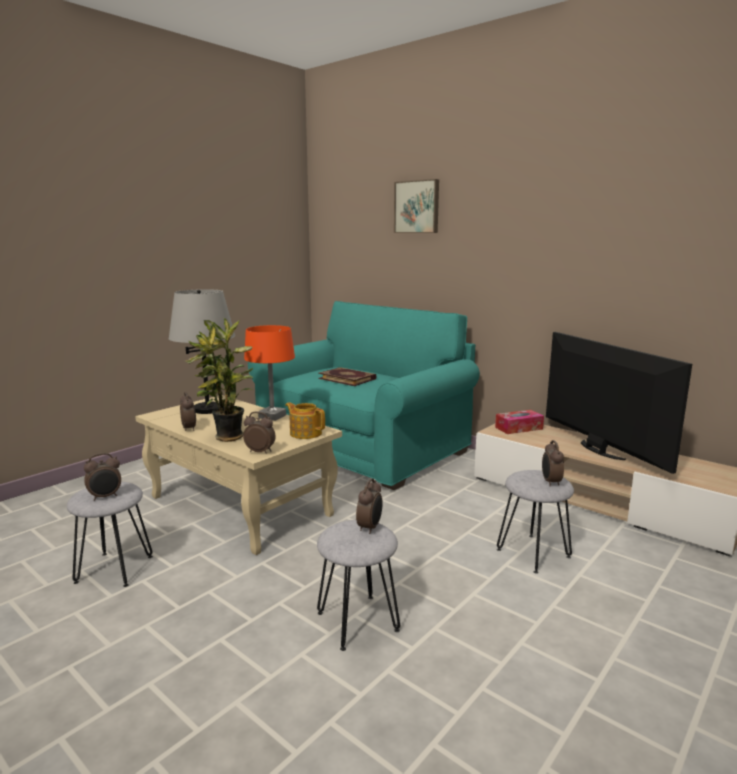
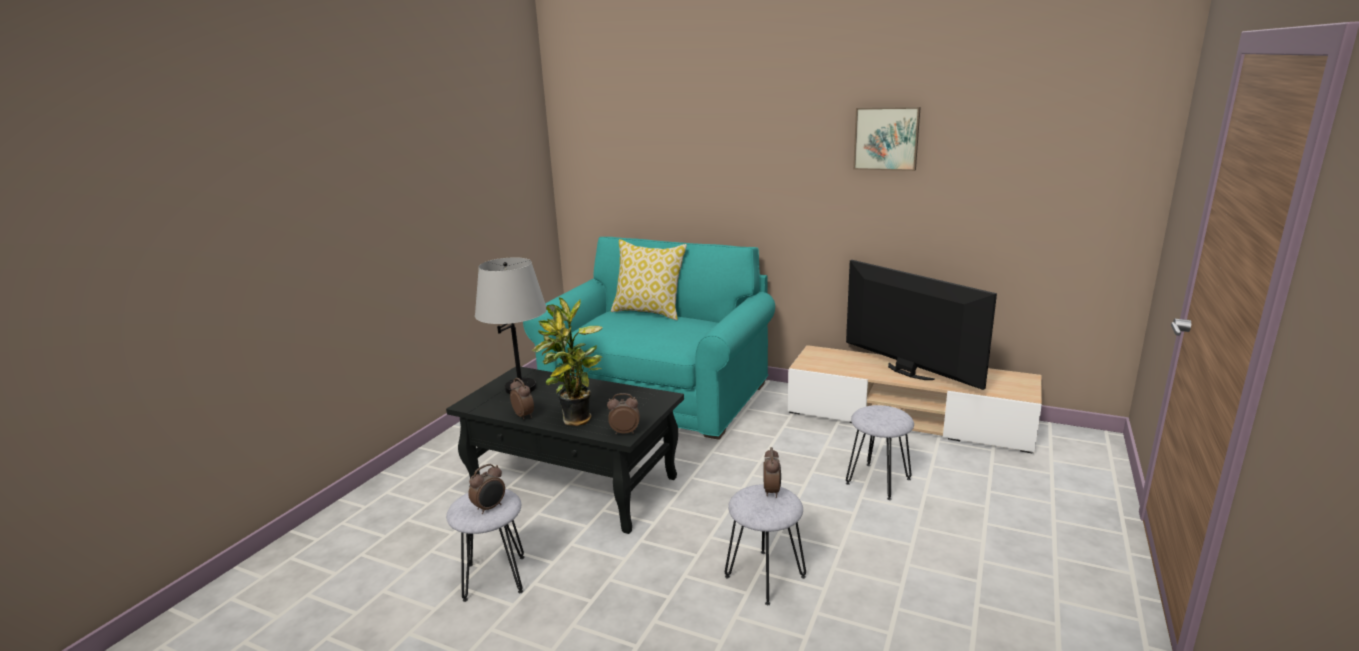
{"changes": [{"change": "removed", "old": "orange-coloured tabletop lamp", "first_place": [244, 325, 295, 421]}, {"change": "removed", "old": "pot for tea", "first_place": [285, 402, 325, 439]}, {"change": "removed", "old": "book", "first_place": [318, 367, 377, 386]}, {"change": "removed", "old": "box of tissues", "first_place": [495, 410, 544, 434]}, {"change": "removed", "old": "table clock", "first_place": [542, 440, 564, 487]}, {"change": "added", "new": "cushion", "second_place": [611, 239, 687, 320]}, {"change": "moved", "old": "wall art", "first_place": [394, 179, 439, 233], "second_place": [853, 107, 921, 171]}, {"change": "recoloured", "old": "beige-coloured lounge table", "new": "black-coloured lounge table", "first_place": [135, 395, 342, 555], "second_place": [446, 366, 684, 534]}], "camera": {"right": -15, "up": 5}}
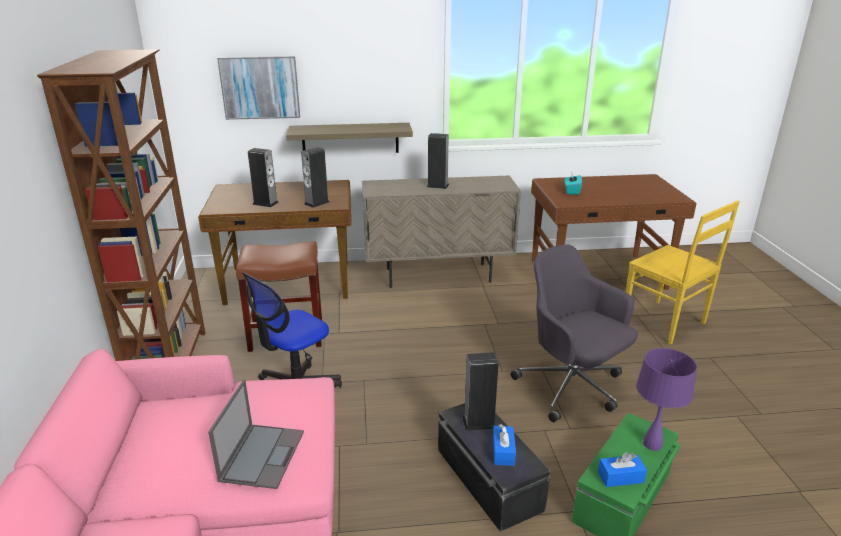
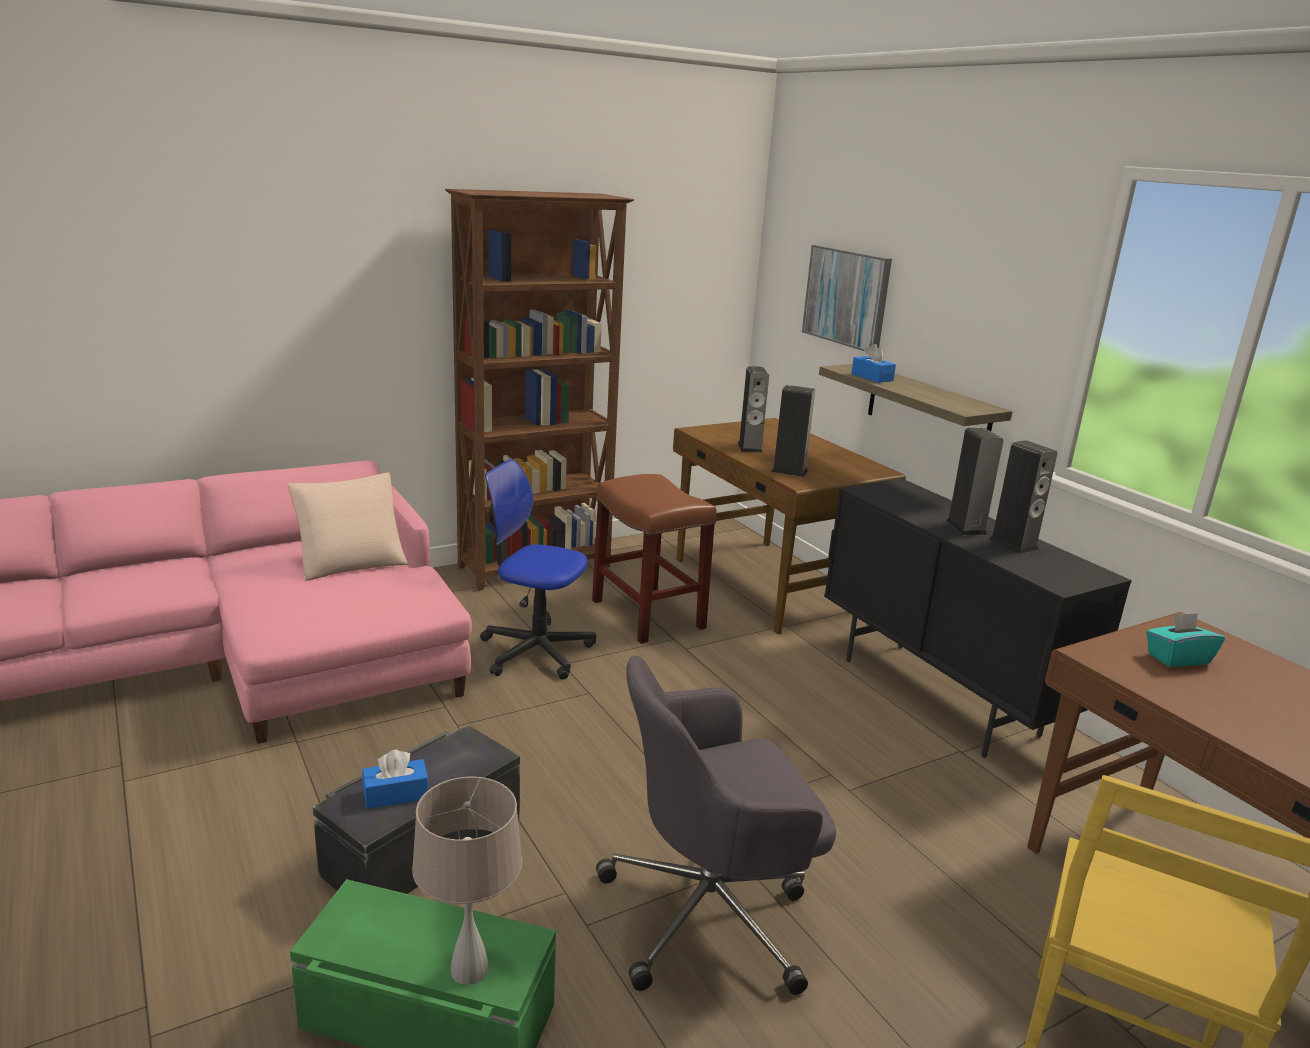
{"changes": [{"change": "removed", "old": "portable computer", "first_place": [208, 379, 304, 489]}, {"change": "added", "new": "beige-coloured cushion", "second_place": [288, 472, 408, 581]}, {"change": "moved", "old": "loudspeaker", "first_place": [462, 352, 498, 431], "second_place": [989, 440, 1057, 554]}, {"change": "moved", "old": "blue-coloured box of tissues", "first_place": [598, 452, 647, 487], "second_place": [851, 344, 896, 383]}, {"change": "recoloured", "old": "beige-coloured cupboard", "new": "black-coloured cupboard", "first_place": [362, 175, 521, 288], "second_place": [824, 478, 1132, 758]}, {"change": "recoloured", "old": "purplish tabletop lamp", "new": "beige-coloured tabletop lamp", "first_place": [636, 348, 697, 451], "second_place": [412, 777, 522, 985]}, {"change": "turned", "old": "greyish desk chair", "first_place": [511, 244, 638, 422], "second_place": [596, 656, 836, 995], "degrees": -135}], "camera": {"right": 65, "up": -5}}
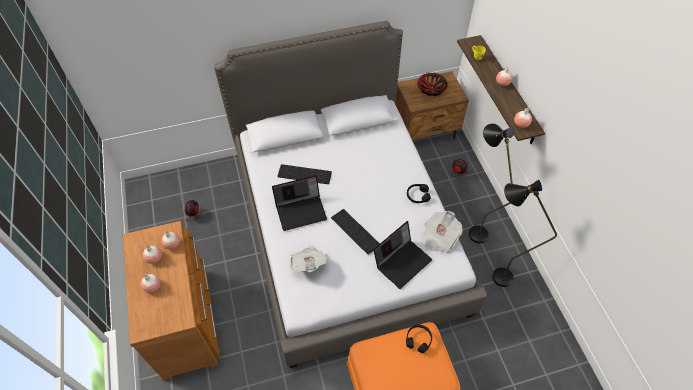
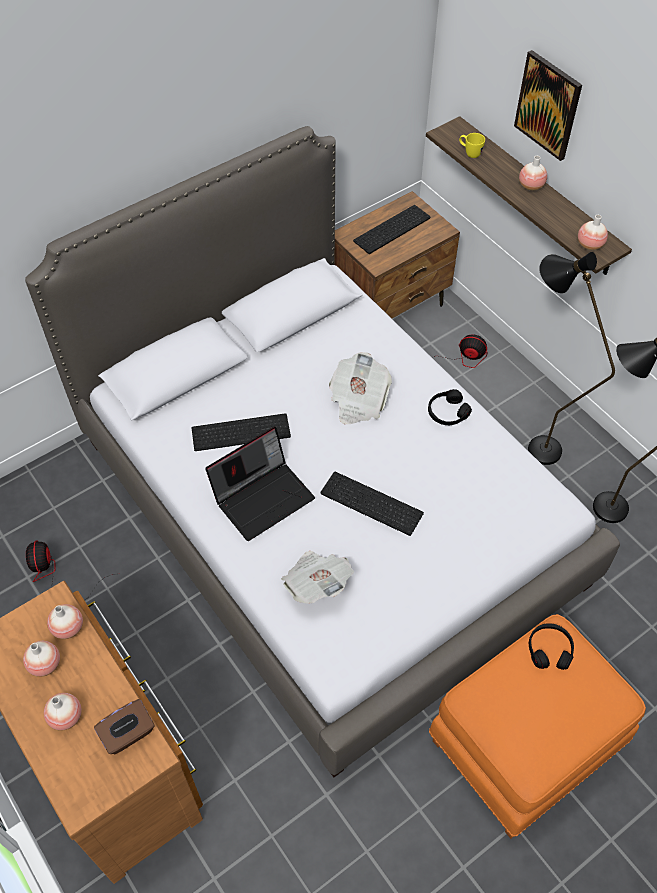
{"changes": [{"change": "removed", "old": "portable computer", "first_place": [373, 221, 432, 289]}, {"change": "added", "new": "brownish box of tissues", "second_place": [94, 699, 154, 754]}, {"change": "added", "new": "wall art", "second_place": [514, 50, 582, 161]}, {"change": "moved", "old": "printed paper", "first_place": [424, 211, 463, 253], "second_place": [329, 352, 392, 424]}, {"change": "replaced", "old": "deep dish", "new": "keyboard", "first_place": [417, 73, 448, 96], "second_place": [353, 205, 431, 254]}], "camera": {"right": -20, "up": 0}}
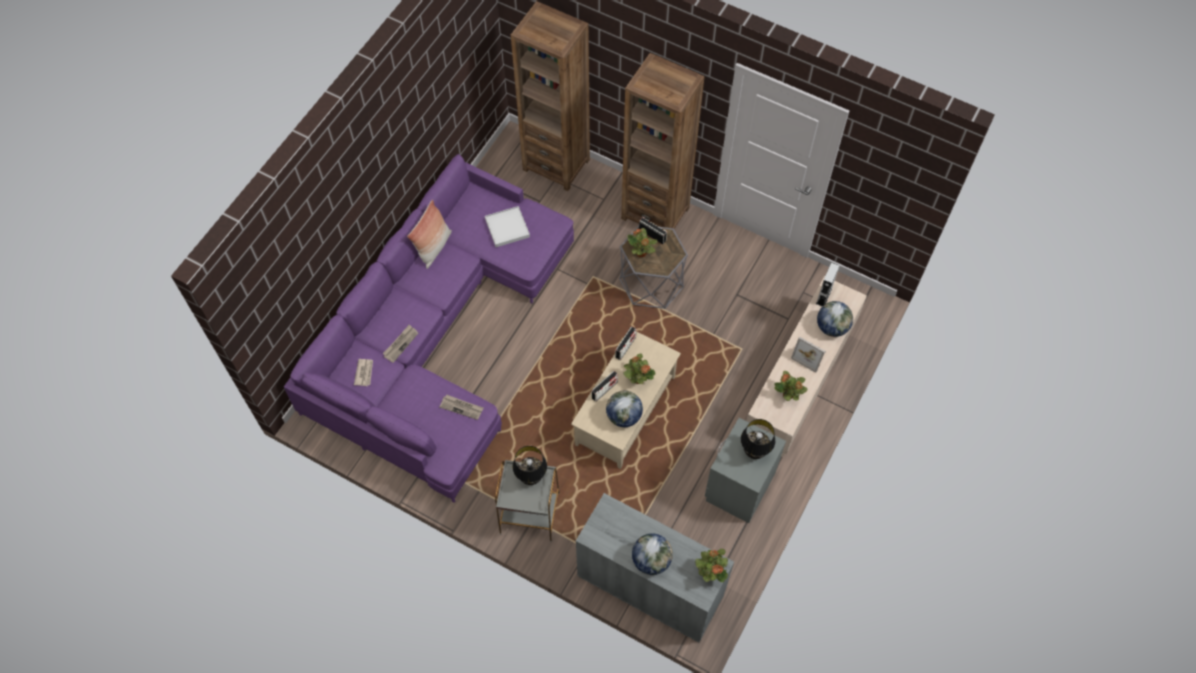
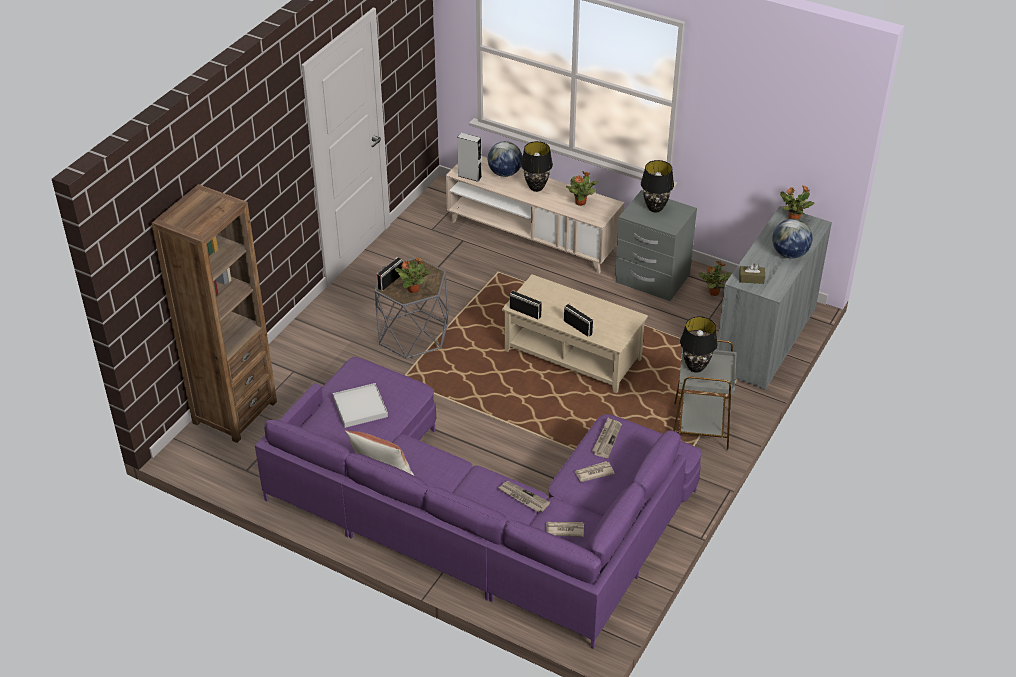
{"changes": [{"change": "removed", "old": "desk globe", "first_place": [606, 391, 643, 427]}, {"change": "removed", "old": "brownish shelving unit", "first_place": [621, 53, 705, 229]}, {"change": "added", "new": "printed paper", "second_place": [575, 461, 615, 482]}, {"change": "added", "new": "brownish box of tissues", "second_place": [739, 263, 765, 284]}, {"change": "moved", "old": "potted plant", "first_place": [623, 353, 656, 384], "second_place": [699, 261, 732, 296]}, {"change": "replaced", "old": "photo frame", "new": "black-coloured tabletop lamp", "first_place": [791, 337, 826, 373], "second_place": [521, 141, 553, 192]}], "camera": {"right": -90, "up": -20}}
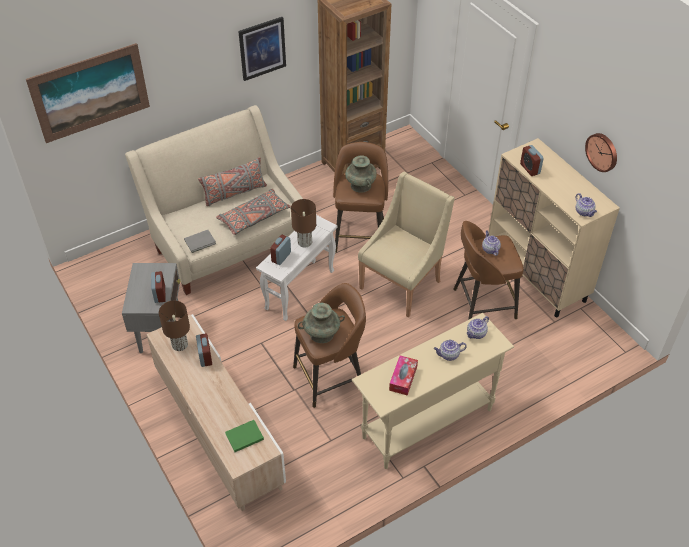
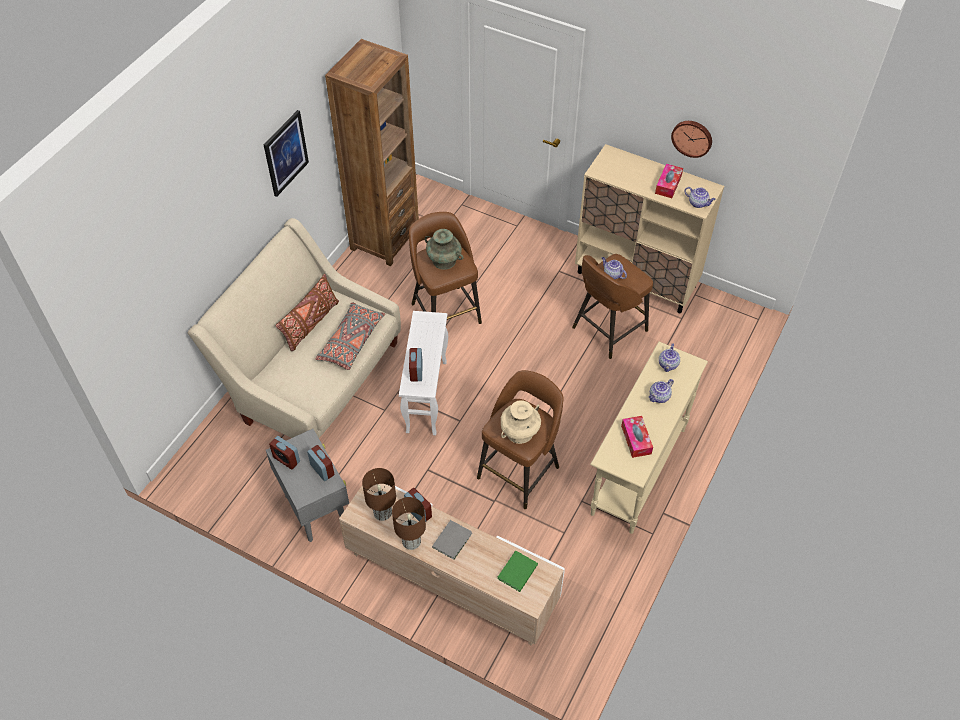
{"changes": [{"change": "removed", "old": "wall art", "first_place": [26, 43, 150, 143]}, {"change": "removed", "old": "beige-coloured easy chair", "first_place": [358, 172, 455, 317]}, {"change": "added", "new": "box of tissues", "second_place": [655, 164, 683, 198]}, {"change": "moved", "old": "greyish book", "first_place": [184, 230, 216, 253], "second_place": [432, 520, 472, 560]}, {"change": "moved", "old": "brownish tabletop lamp", "first_place": [291, 199, 316, 248], "second_place": [392, 497, 426, 550]}, {"change": "moved", "old": "table clock", "first_place": [520, 145, 544, 176], "second_place": [269, 436, 300, 469]}, {"change": "recoloured", "old": "greyish cushion", "new": "brownish cushion", "first_place": [198, 157, 267, 206], "second_place": [276, 274, 339, 351]}, {"change": "recoloured", "old": "blue-green vase", "new": "beige-coloured vase", "first_place": [298, 303, 345, 343], "second_place": [501, 400, 541, 444]}], "camera": {"right": -30, "up": 5}}
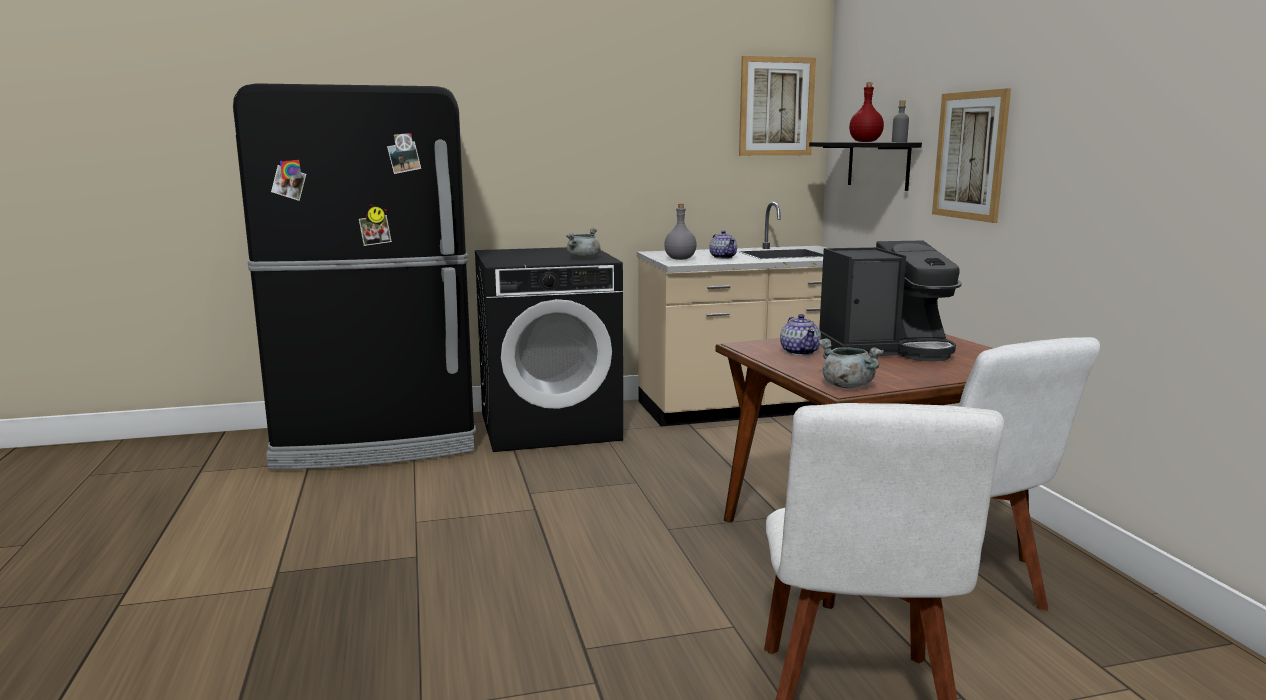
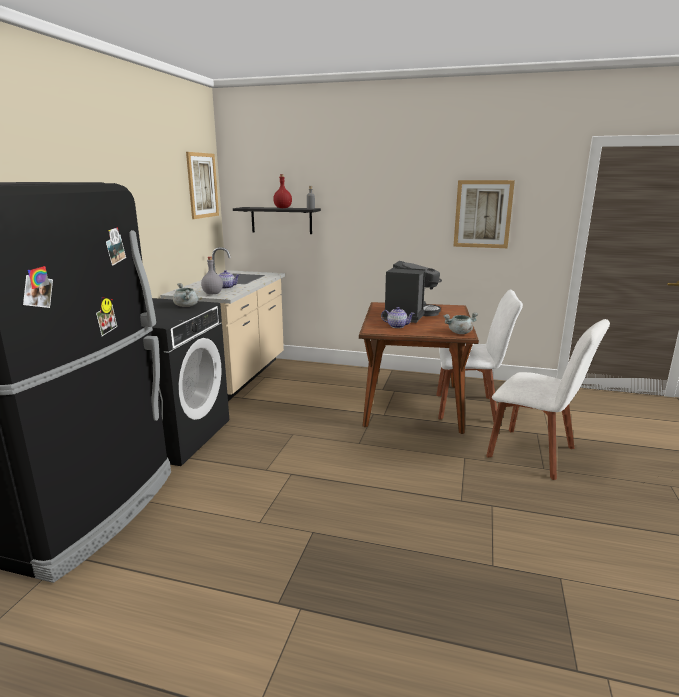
{"changes": [{"change": "moved", "old": "wall art", "first_place": [932, 88, 1011, 223], "second_place": [453, 180, 515, 248]}], "camera": {"right": -60, "up": 5}}
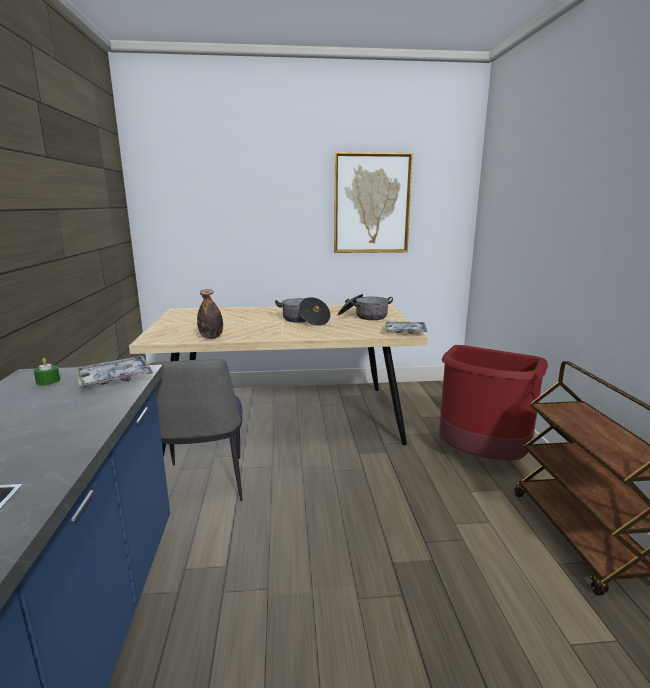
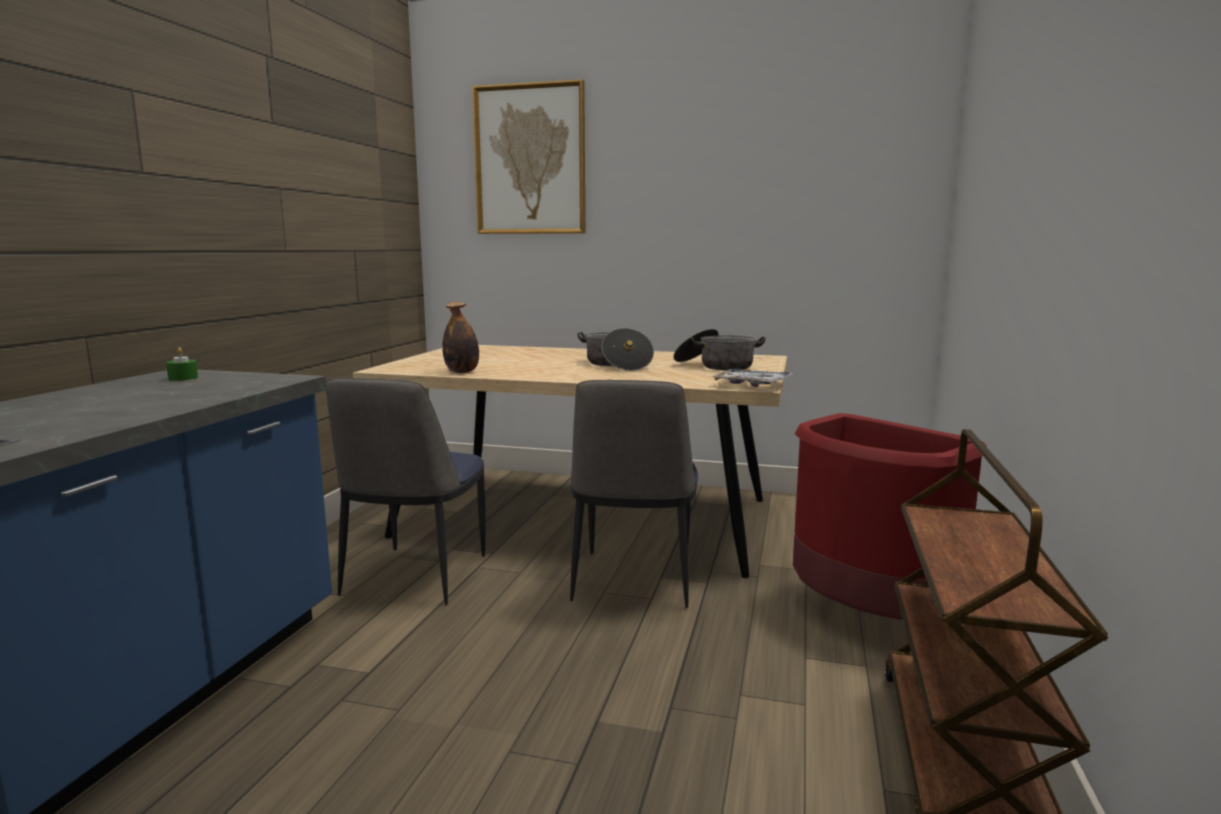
{"changes": [{"change": "removed", "old": "tray", "first_place": [76, 356, 154, 387]}, {"change": "added", "new": "upright chair", "second_place": [570, 380, 698, 608]}, {"change": "moved", "old": "wall art", "first_place": [334, 152, 413, 253], "second_place": [472, 79, 585, 234]}], "camera": {"right": 20, "up": -5}}
